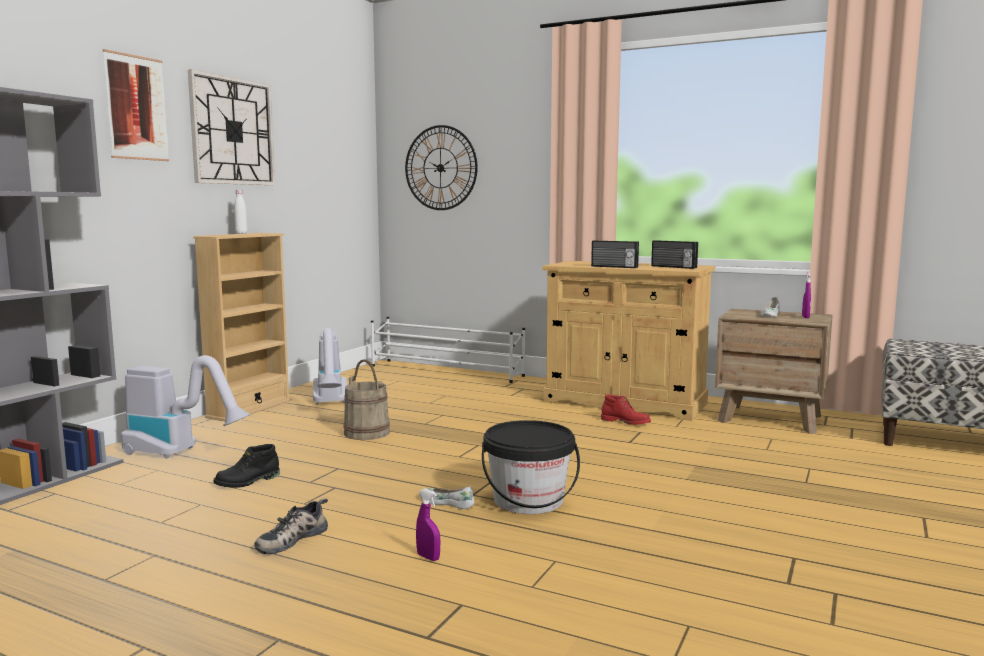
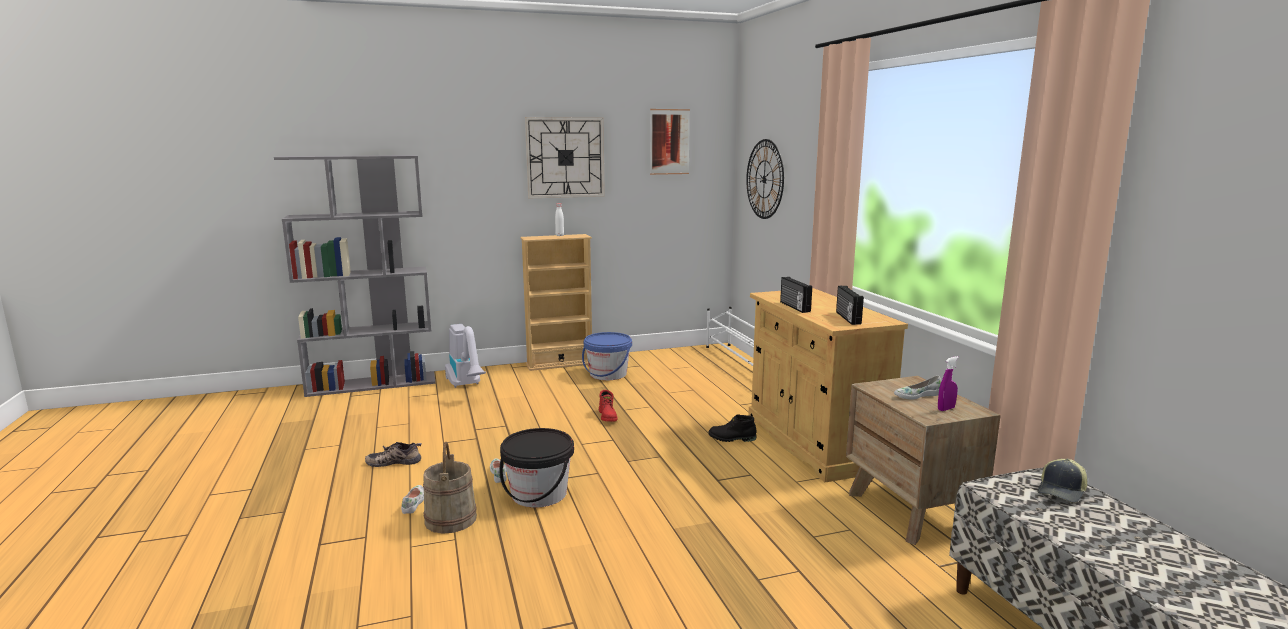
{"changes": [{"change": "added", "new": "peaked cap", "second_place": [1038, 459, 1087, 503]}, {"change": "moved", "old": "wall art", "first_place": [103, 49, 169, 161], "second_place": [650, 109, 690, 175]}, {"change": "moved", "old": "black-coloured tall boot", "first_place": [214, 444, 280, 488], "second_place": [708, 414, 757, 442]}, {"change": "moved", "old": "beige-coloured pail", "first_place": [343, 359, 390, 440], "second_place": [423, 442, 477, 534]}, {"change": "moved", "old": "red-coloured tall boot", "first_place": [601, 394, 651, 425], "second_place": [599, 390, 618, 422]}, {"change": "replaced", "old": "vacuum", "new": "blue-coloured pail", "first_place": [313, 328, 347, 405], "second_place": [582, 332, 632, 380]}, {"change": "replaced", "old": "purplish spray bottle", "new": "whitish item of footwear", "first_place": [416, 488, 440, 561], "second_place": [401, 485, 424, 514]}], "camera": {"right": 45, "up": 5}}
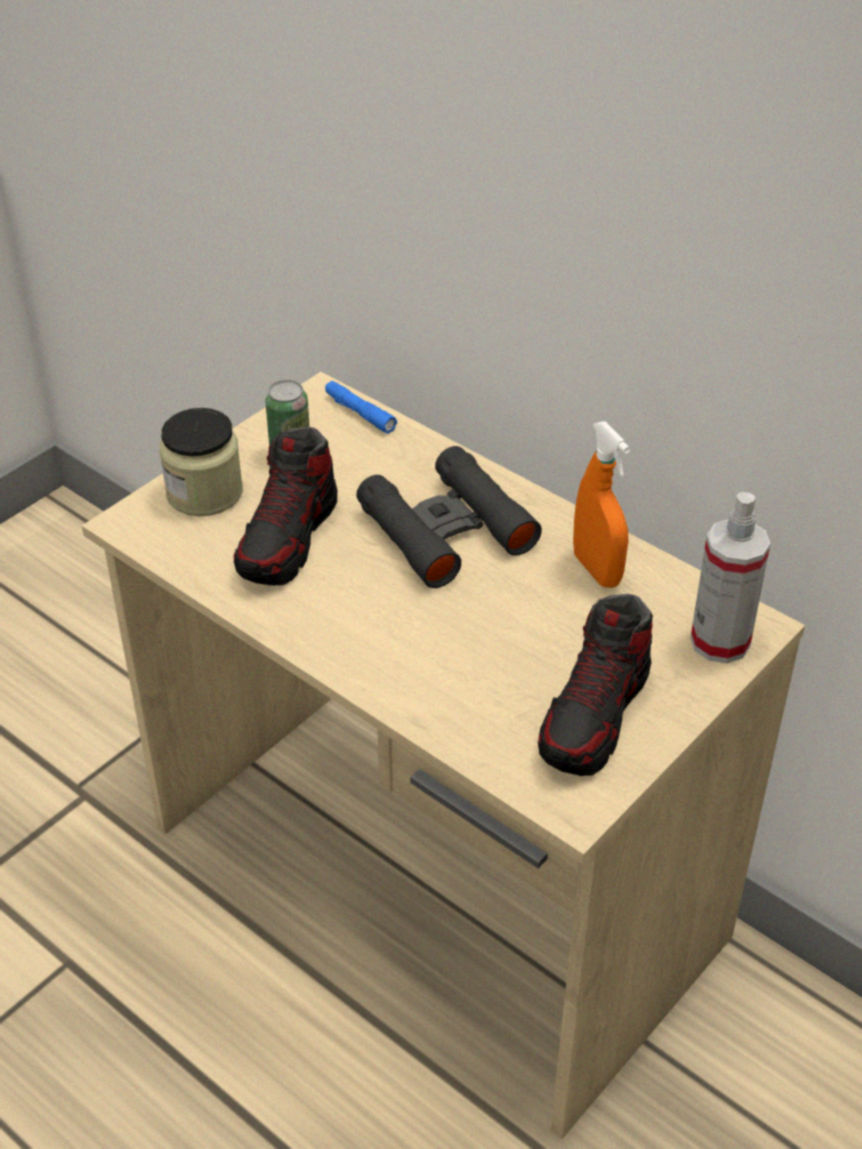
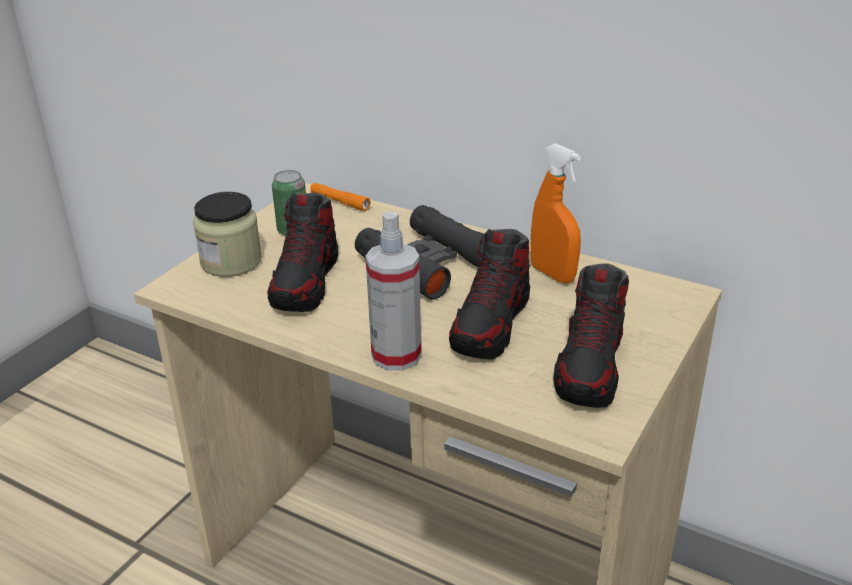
{"changes": [{"change": "added", "new": "item of footwear", "second_place": [449, 229, 530, 359]}, {"change": "moved", "old": "spray bottle", "first_place": [690, 492, 771, 663], "second_place": [365, 212, 422, 371]}, {"change": "recoloured", "old": "blue-coloured torch", "new": "orange-coloured torch", "first_place": [325, 381, 397, 434], "second_place": [310, 183, 371, 211]}], "camera": {"right": -10, "up": -10}}
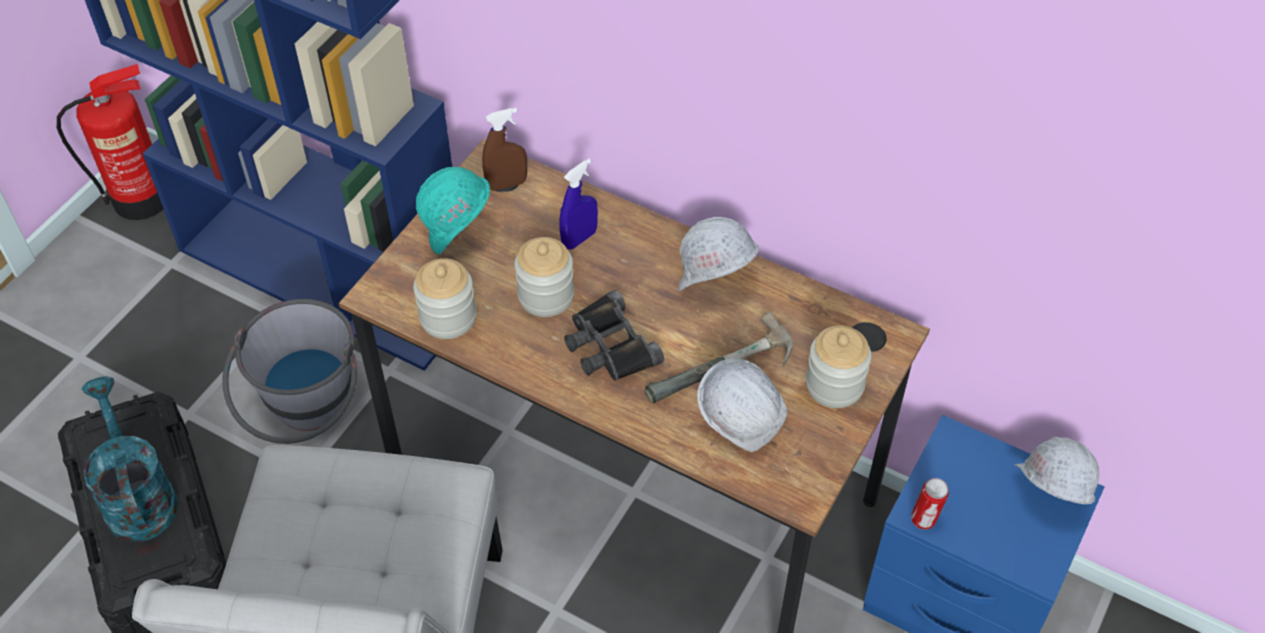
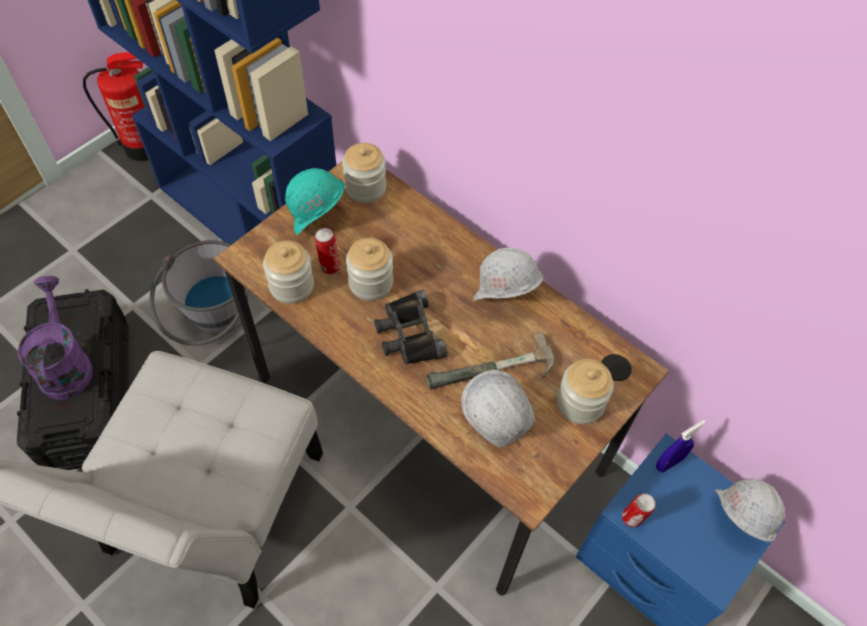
{"changes": [{"change": "added", "new": "can", "second_place": [314, 228, 340, 274]}, {"change": "moved", "old": "blue-coloured spray bottle", "first_place": [559, 159, 598, 250], "second_place": [656, 420, 706, 473]}, {"change": "replaced", "old": "brownish spray bottle", "new": "preserve jar", "first_place": [482, 108, 527, 191], "second_place": [342, 143, 386, 203]}, {"change": "recoloured", "old": "blue-green watering pot", "new": "purplish watering pot", "first_place": [82, 376, 178, 542], "second_place": [18, 276, 93, 400]}], "camera": {"right": 10, "up": 5}}
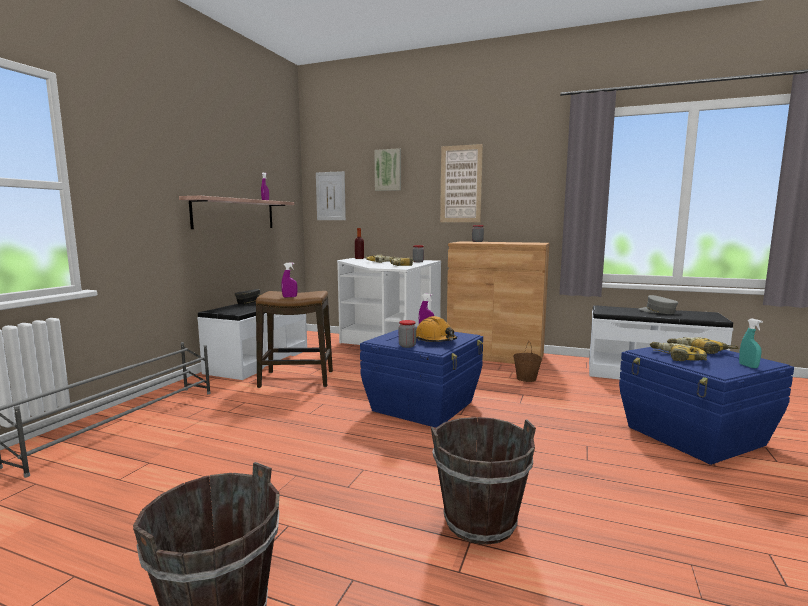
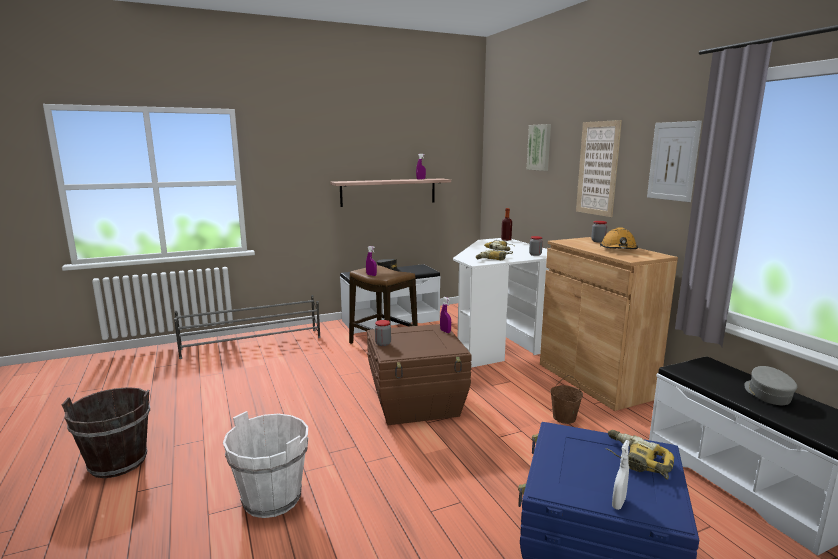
{"changes": [{"change": "removed", "old": "electric drill", "first_place": [650, 342, 707, 361]}, {"change": "moved", "old": "wall art", "first_place": [316, 171, 346, 220], "second_place": [647, 121, 702, 202]}, {"change": "moved", "old": "orange-coloured work helmet", "first_place": [416, 316, 457, 342], "second_place": [600, 227, 638, 249]}, {"change": "recoloured", "old": "blue-coloured storage bin", "new": "brownish storage bin", "first_place": [360, 327, 483, 428], "second_place": [367, 324, 472, 425]}, {"change": "recoloured", "old": "brownish pail", "new": "whitish pail", "first_place": [431, 417, 536, 545], "second_place": [223, 411, 308, 518]}, {"change": "recoloured", "old": "blue-green spray bottle", "new": "whitish spray bottle", "first_place": [739, 319, 763, 368], "second_place": [612, 440, 630, 510]}], "camera": {"right": 45, "up": 5}}
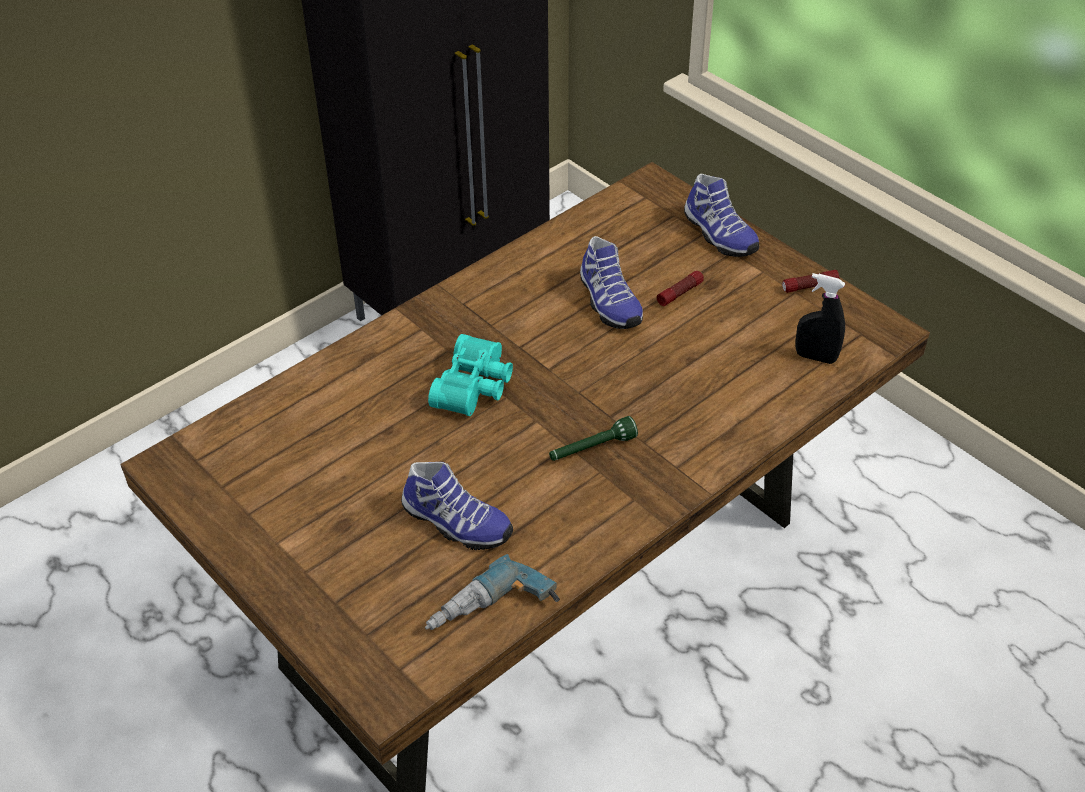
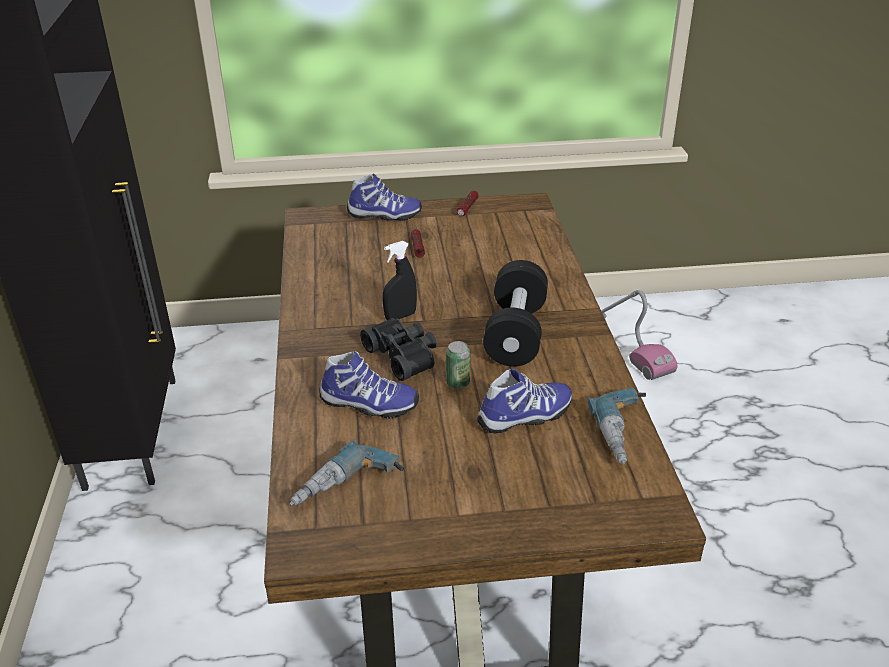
{"changes": [{"change": "added", "new": "electric drill", "second_place": [289, 440, 404, 506]}, {"change": "added", "new": "can", "second_place": [446, 341, 470, 389]}, {"change": "added", "new": "vacuum", "second_place": [601, 290, 677, 380]}, {"change": "moved", "old": "item of footwear", "first_place": [580, 236, 643, 329], "second_place": [319, 351, 419, 419]}, {"change": "moved", "old": "black-coloured spray bottle", "first_place": [796, 273, 845, 364], "second_place": [382, 241, 417, 320]}, {"change": "replaced", "old": "greenish torch", "new": "black-coloured dumbbell", "first_place": [549, 416, 638, 461], "second_place": [483, 260, 548, 366]}, {"change": "recoloured", "old": "blue-green field glasses", "new": "black-coloured field glasses", "first_place": [428, 334, 513, 416], "second_place": [360, 318, 437, 381]}], "camera": {"right": -55, "up": -10}}
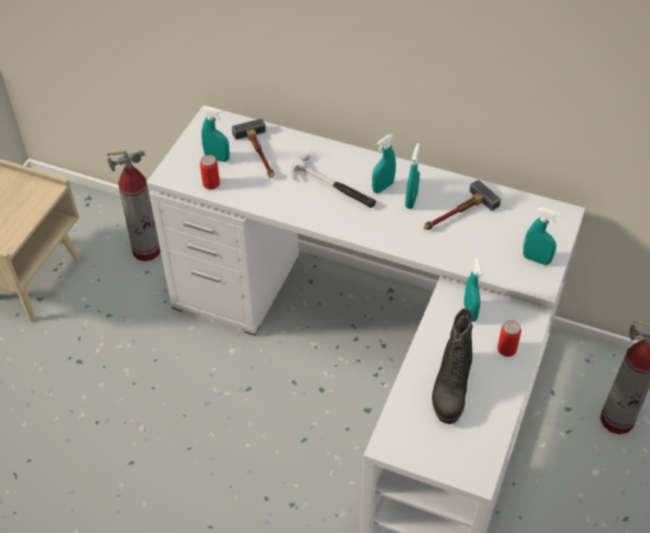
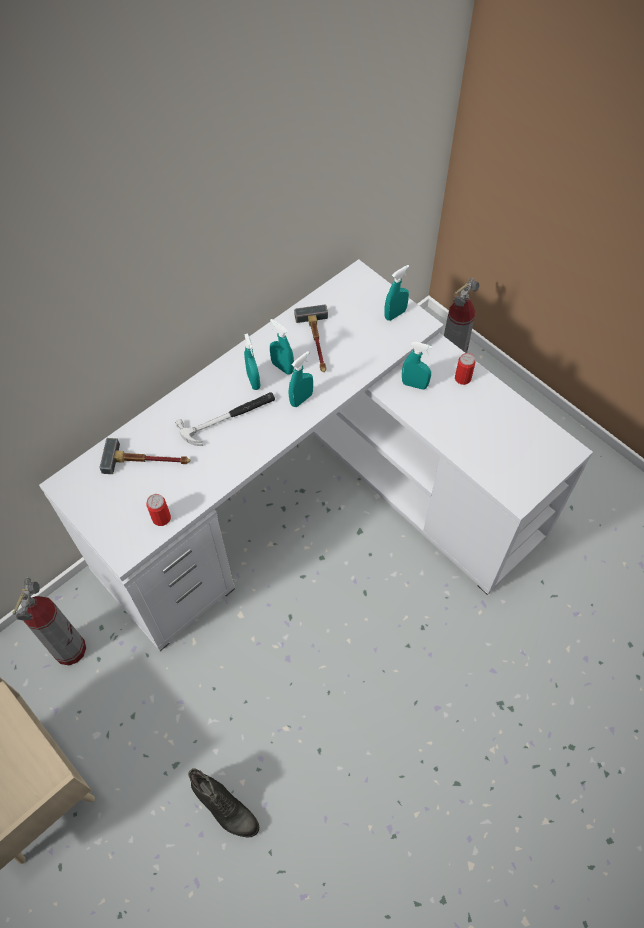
{"changes": [{"change": "moved", "old": "blue-green spray bottle", "first_place": [201, 106, 230, 162], "second_place": [289, 351, 313, 407]}, {"change": "moved", "old": "black-coloured tall boot", "first_place": [432, 308, 473, 424], "second_place": [188, 769, 259, 837]}], "camera": {"right": -65, "up": 10}}
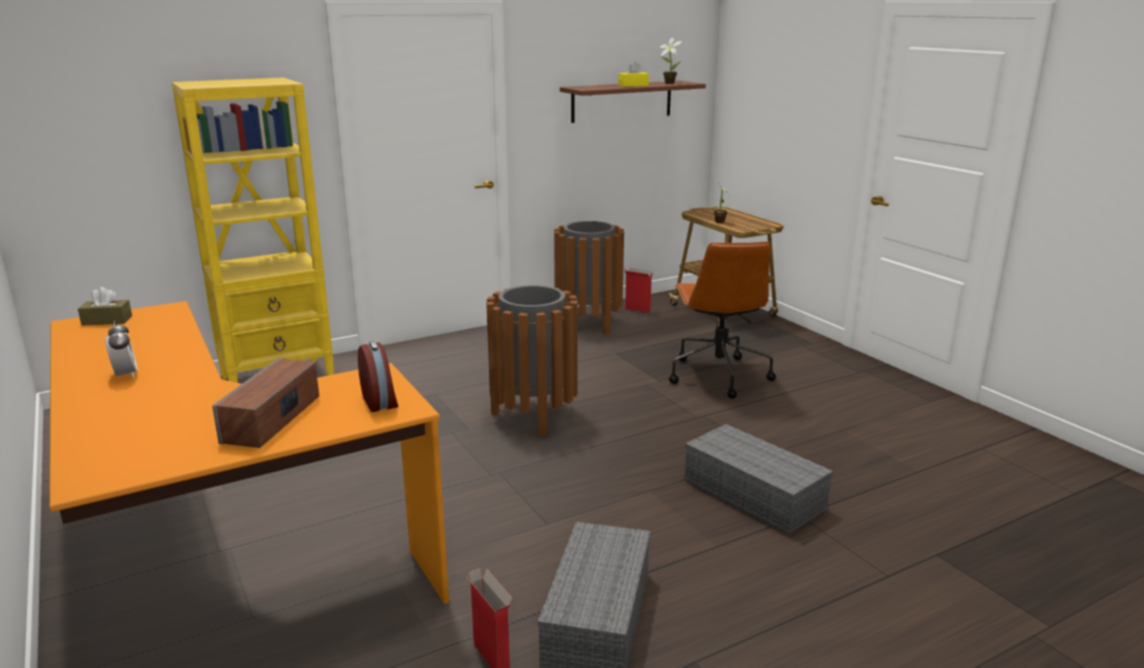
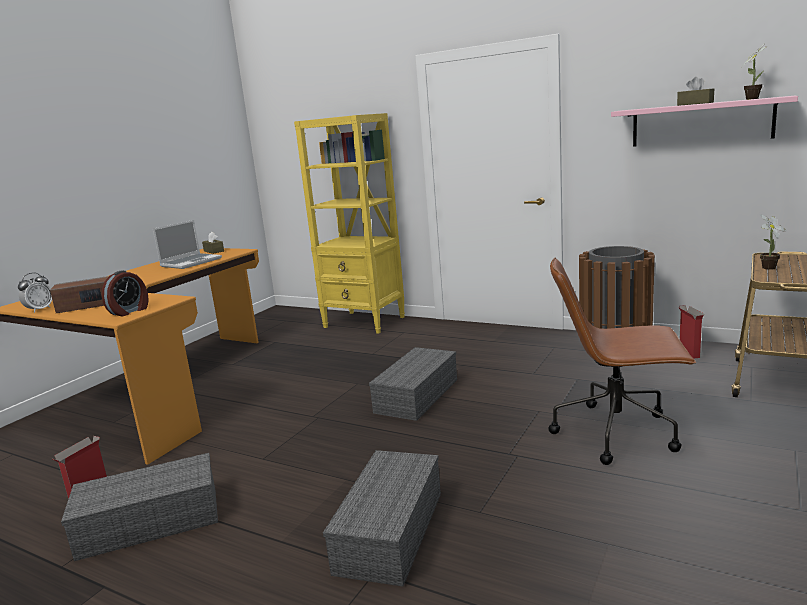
{"changes": [{"change": "added", "new": "portable computer", "second_place": [153, 220, 222, 269]}, {"change": "moved", "old": "table clock", "first_place": [105, 320, 138, 378], "second_place": [18, 273, 52, 313]}, {"change": "replaced", "old": "brownish rubbish bin", "new": "greyish storage bin", "first_place": [486, 285, 578, 436], "second_place": [369, 347, 457, 421]}, {"change": "recoloured", "old": "brownish bracket shelf", "new": "pink-coloured bracket shelf", "first_place": [560, 81, 706, 123], "second_place": [611, 96, 798, 147]}, {"change": "recoloured", "old": "yellow-coloured box of tissues", "new": "brownish box of tissues", "first_place": [618, 61, 649, 87], "second_place": [677, 77, 714, 106]}, {"change": "turned", "old": "brownish desk chair", "first_place": [669, 242, 776, 399], "second_place": [548, 258, 696, 465], "degrees": 45}], "camera": {"right": 60, "up": -5}}
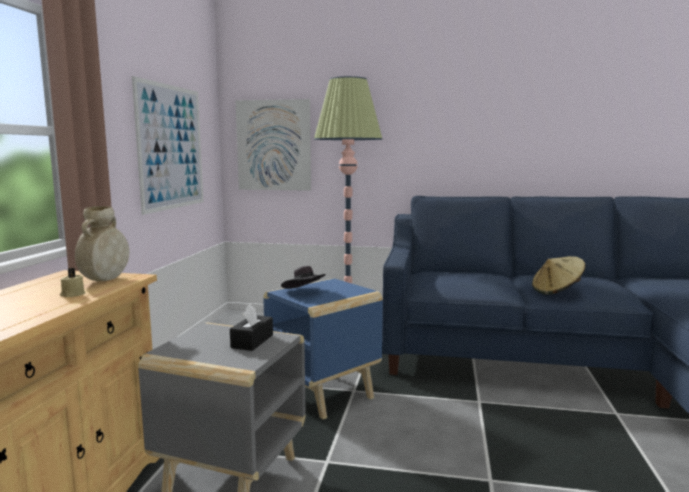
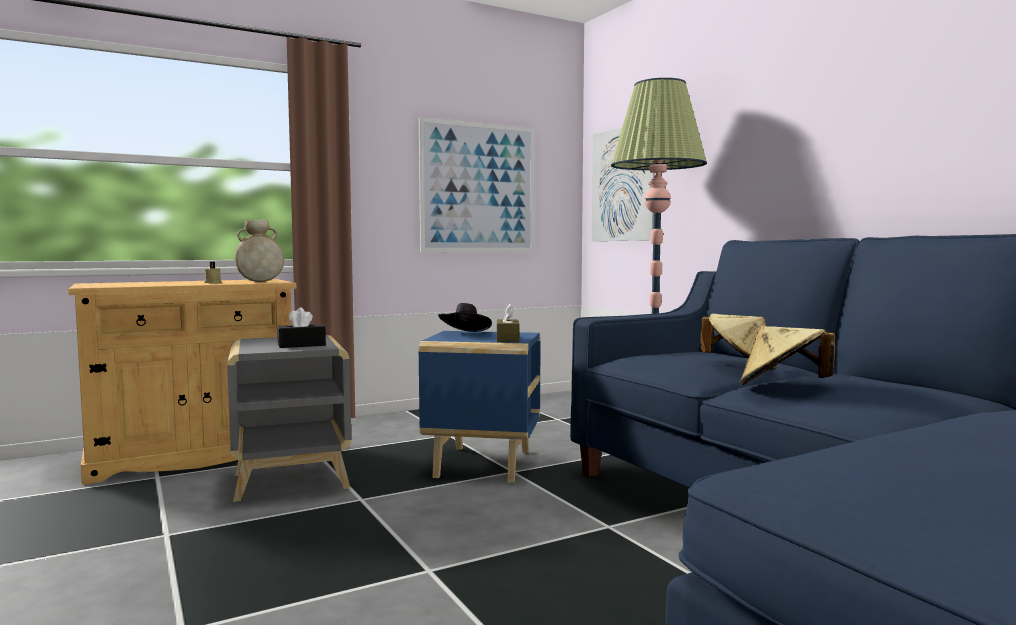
{"changes": [{"change": "added", "new": "brownish box of tissues", "second_place": [497, 304, 520, 342]}, {"change": "added", "new": "beige-coloured clothing hat", "second_place": [701, 314, 777, 370]}], "camera": {"right": 50, "up": -5}}
